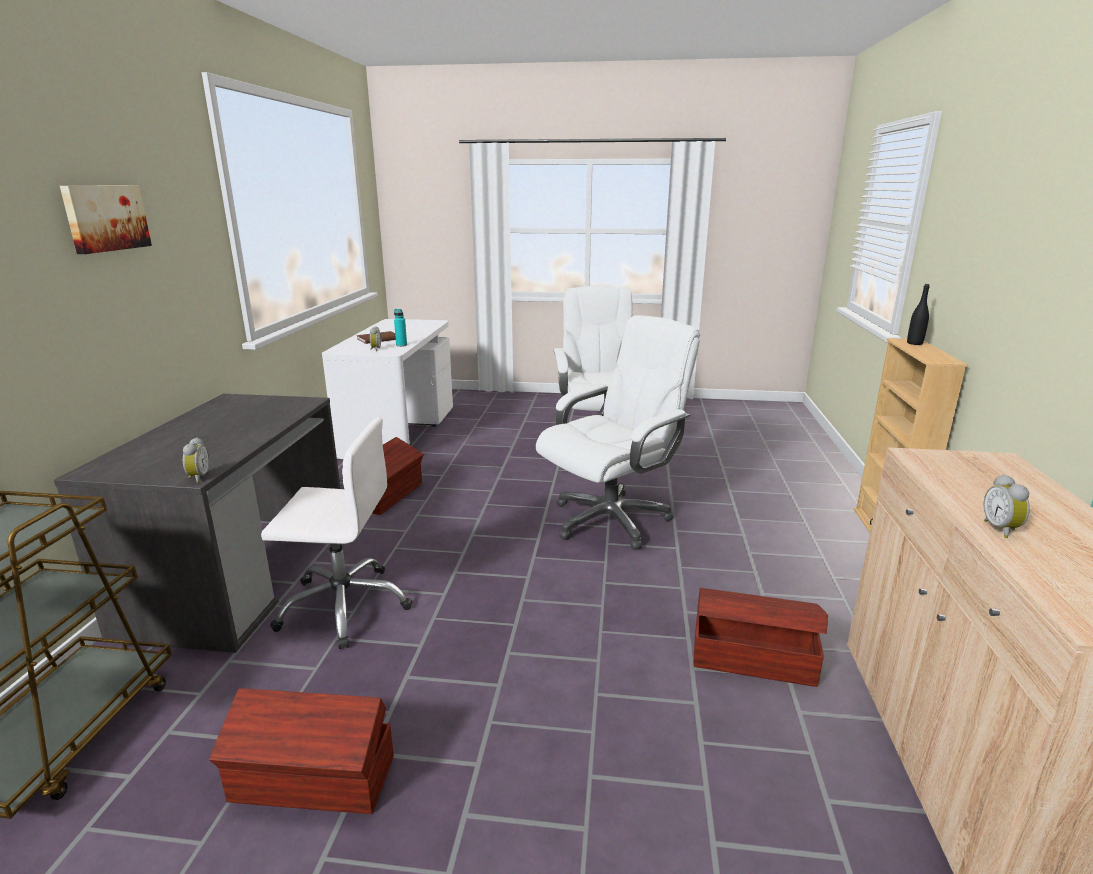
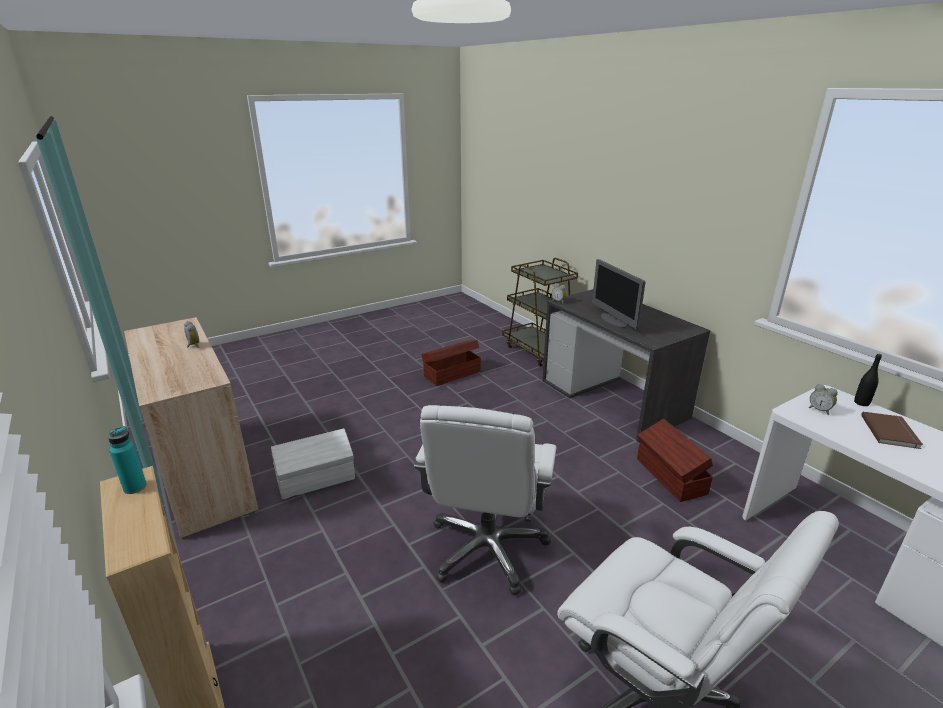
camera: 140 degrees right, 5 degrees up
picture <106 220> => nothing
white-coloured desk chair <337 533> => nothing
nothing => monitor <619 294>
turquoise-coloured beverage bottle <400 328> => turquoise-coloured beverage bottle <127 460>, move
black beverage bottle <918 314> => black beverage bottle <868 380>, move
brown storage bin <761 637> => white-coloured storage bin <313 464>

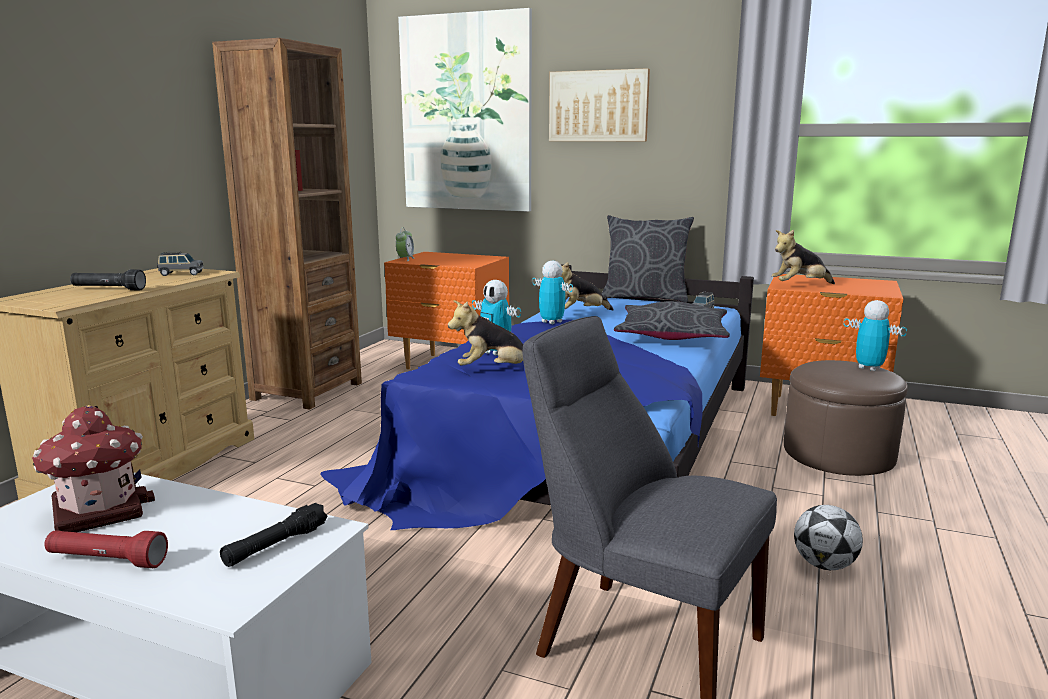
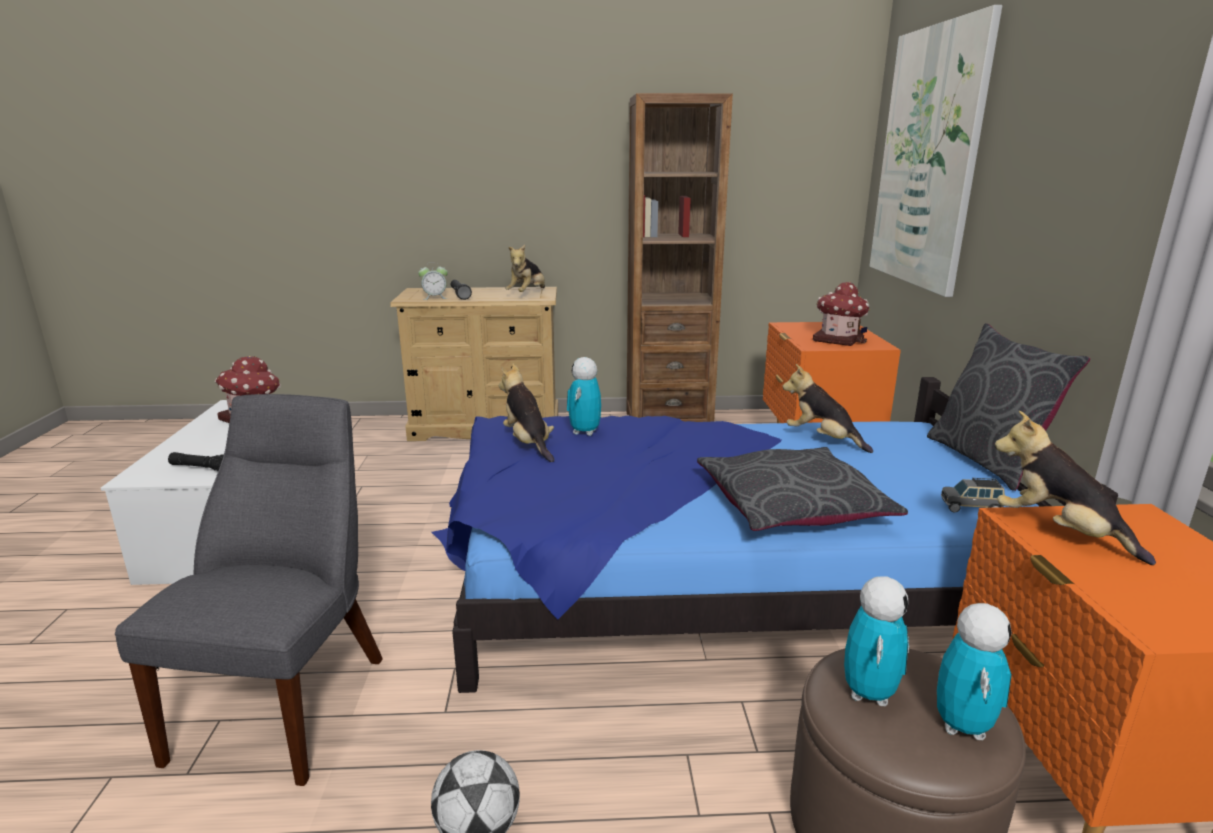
camera: 65 degrees right, 5 degrees up
red-coloured hand torch <106 549> => nothing
picture <599 104> => nothing
nothing => model house <841 314>
alarm clock <405 244> => alarm clock <433 281>, move
model robot <552 292> => model robot <876 641>, move
gray model car <180 264> => soft toy <525 268>

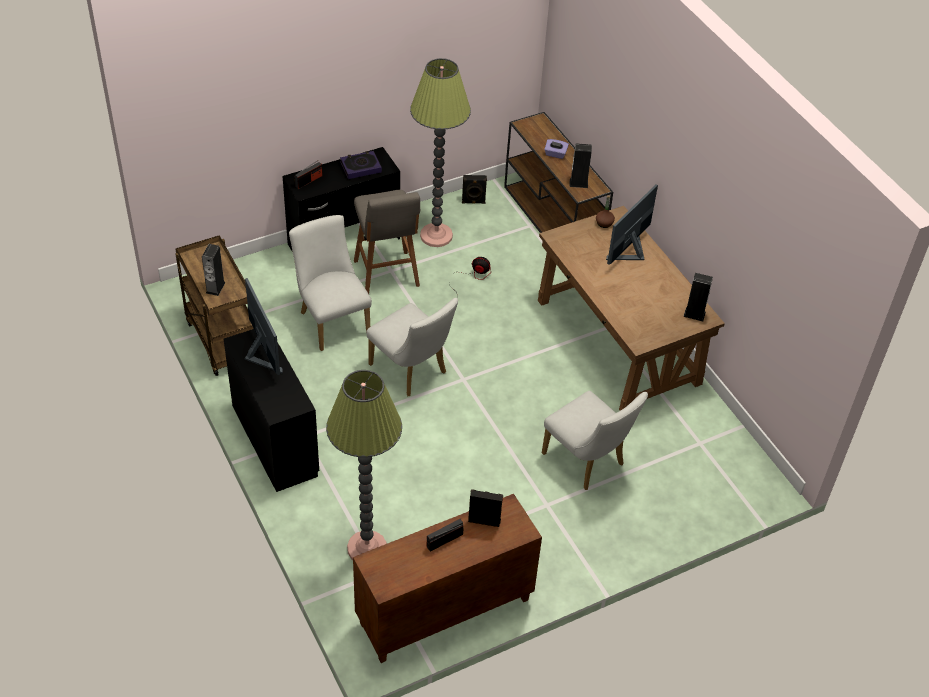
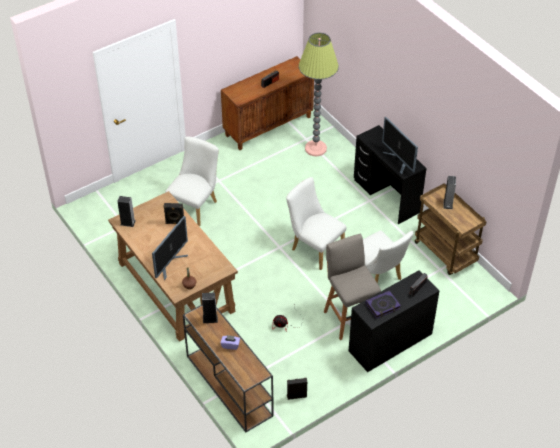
camera: 175 degrees right, 0 degrees up
floor lamp <440 152> => nothing
black audio speaker <485 508> => black audio speaker <174 213>, move
white-coloured upright chair <595 440> => white-coloured upright chair <192 182>, 75 degrees clockwise

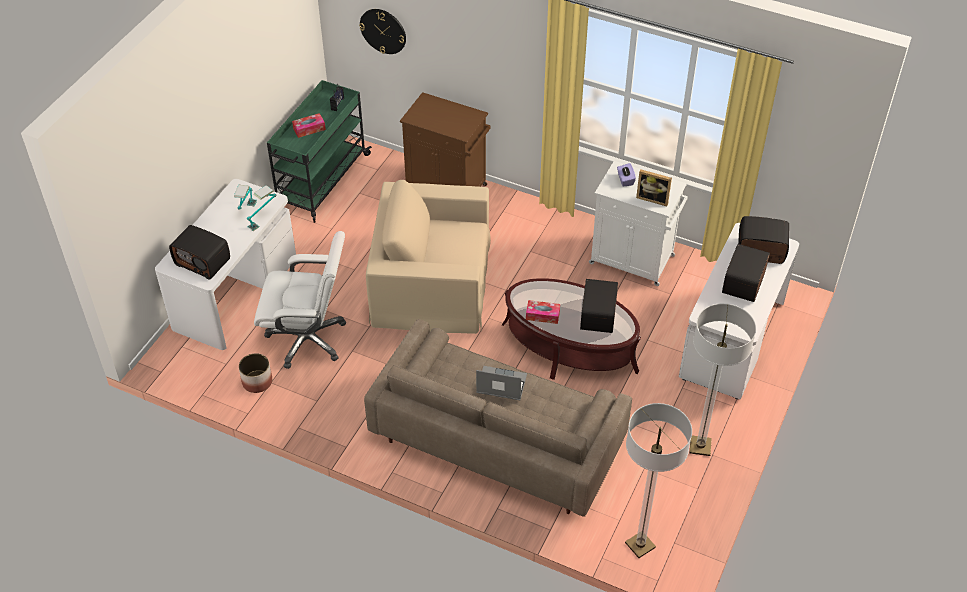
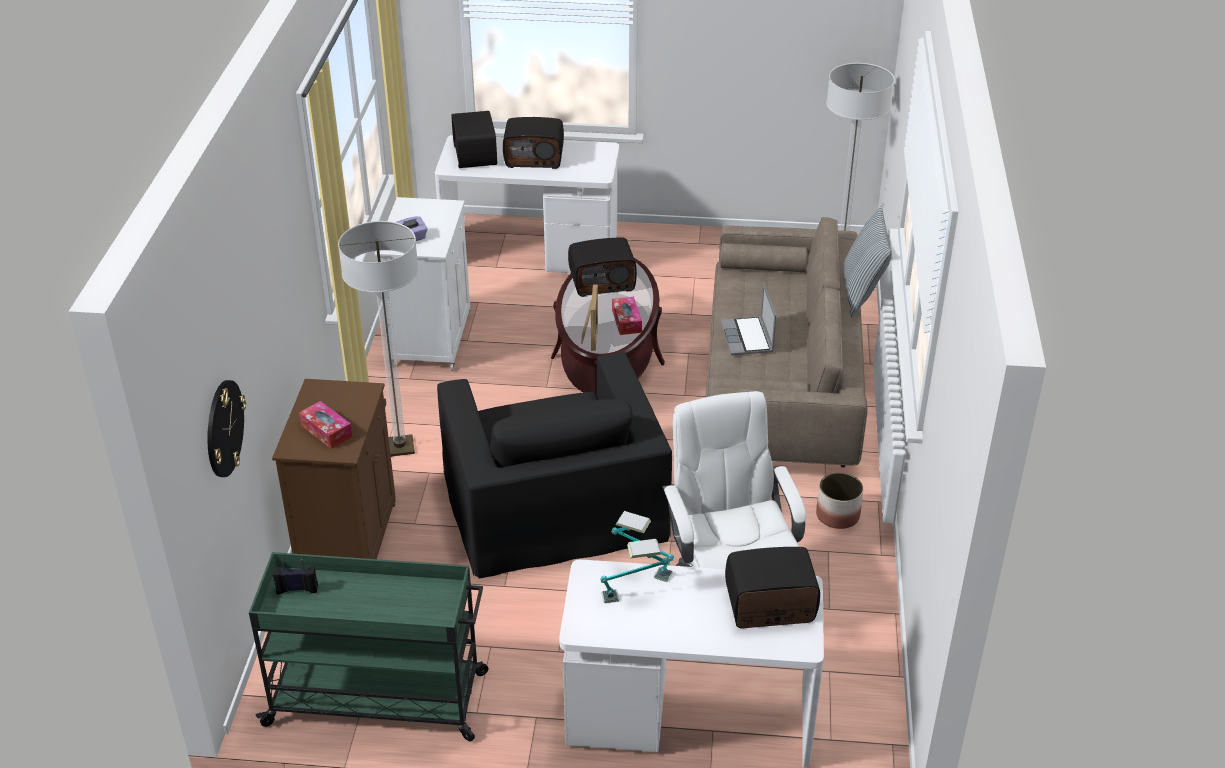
camera: 110 degrees left, 10 degrees down
nothing => cushion <867 261>
plant pot <255 373> => plant pot <839 500>, move
box of tissues <309 125> => box of tissues <325 425>, move
standing frame <654 187> => standing frame <589 317>, move
floor lamp <723 379> => floor lamp <378 339>, move
sand-coloured easy chair <428 257> => black easy chair <554 465>
radio <199 252> => radio <772 588>, 105 degrees counterclockwise

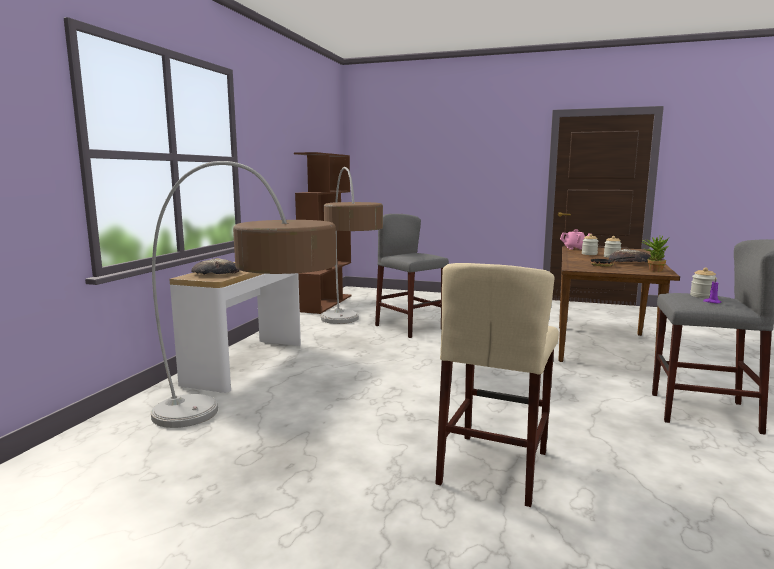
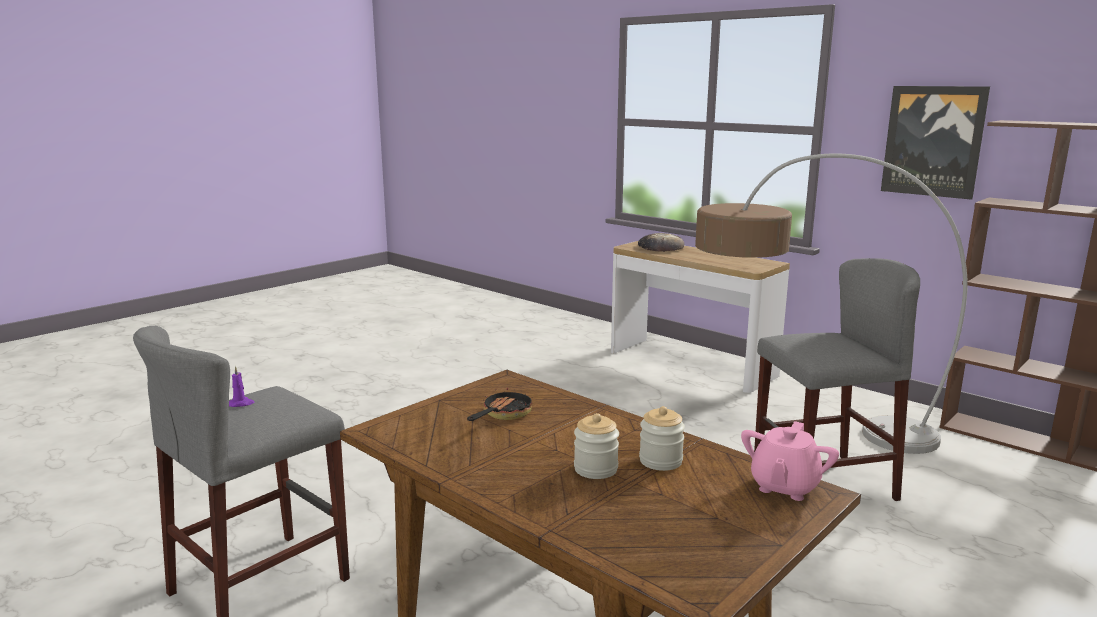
camera: 115 degrees right, 5 degrees up
floor lamp <243 294> => nothing
sand-coloured stool <497 385> => nothing
baked bread <630 256> => nothing
plant in a pot <655 254> => nothing
jar <703 282> => nothing
nothing => picture <935 143>

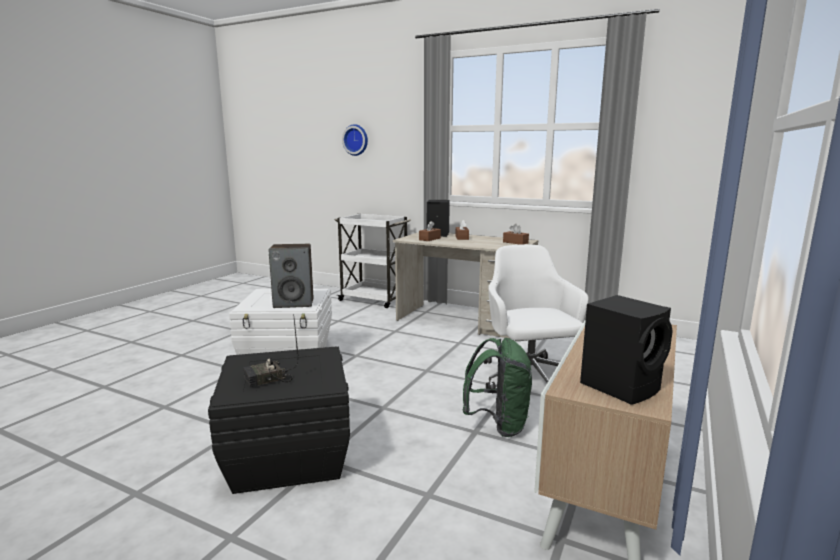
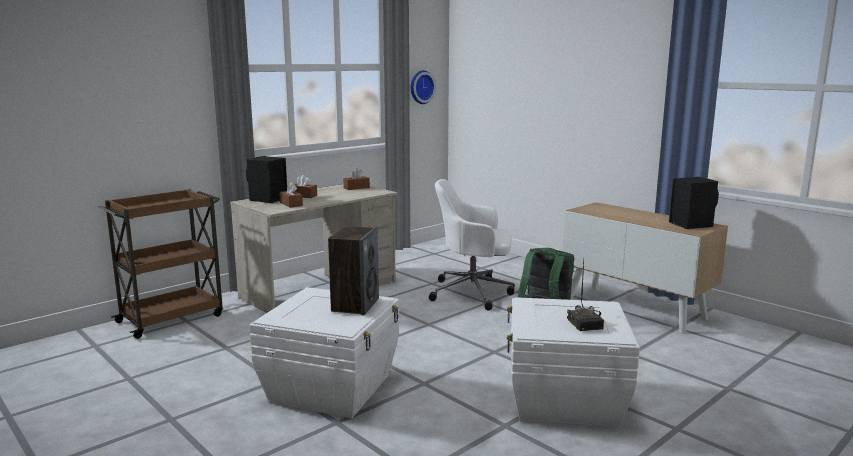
camera: 70 degrees left, 0 degrees up
wall clock <355 140> => wall clock <423 87>, move
black storage bin <279 420> => white-coloured storage bin <573 362>
white-coloured wheeled cart <373 261> => brown wheeled cart <160 264>

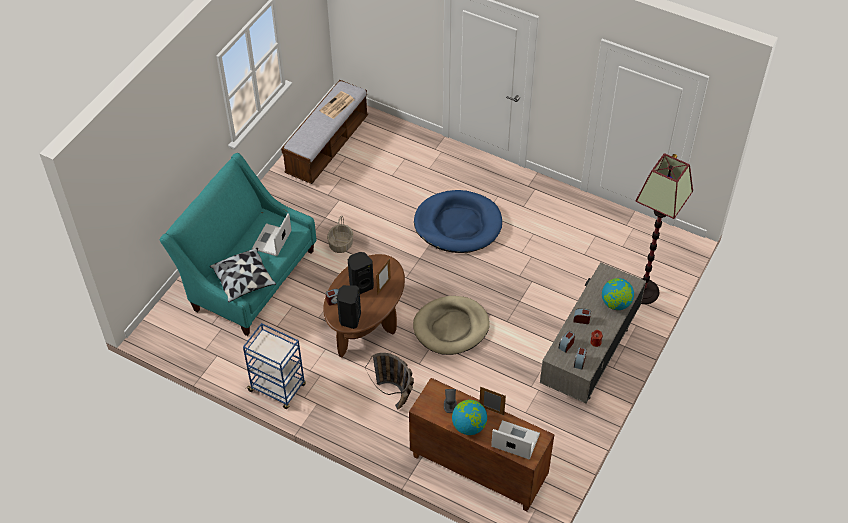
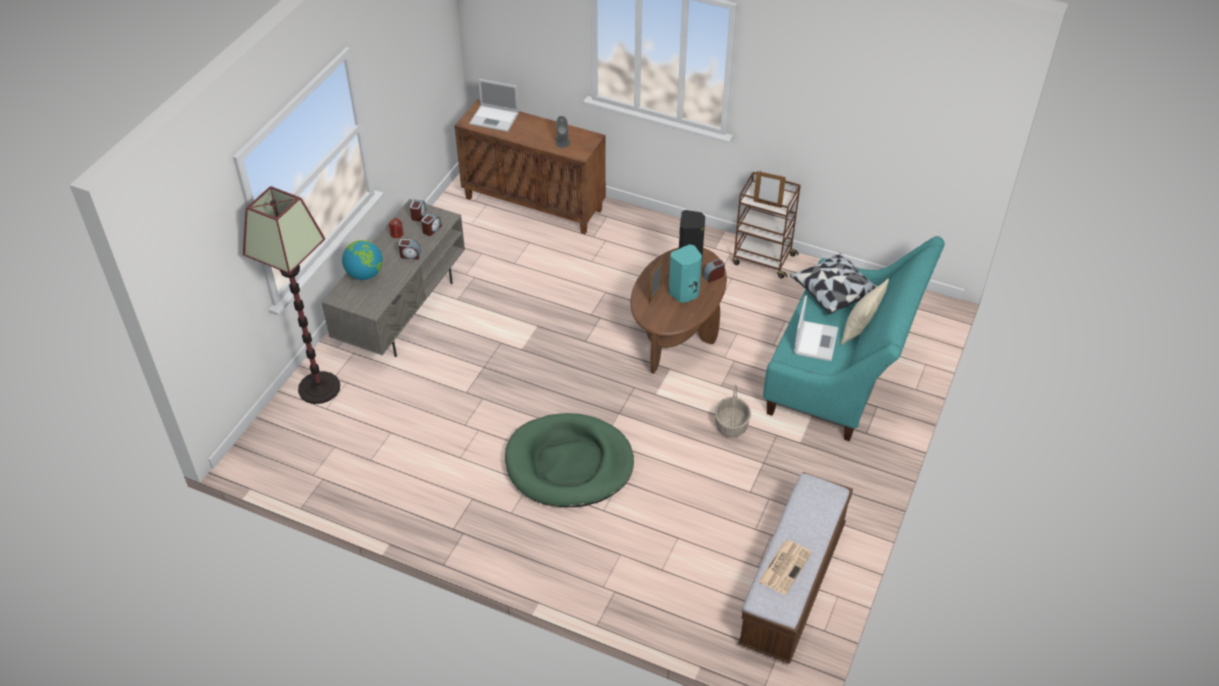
camera: 175 degrees right, 5 degrees down
household basket <389 381> => nothing
sand-coloured dog bed <451 325> => nothing
desk globe <469 417> => nothing
nothing => sand-coloured cushion <865 311>
standing frame <492 401> => standing frame <769 189>, move
blue-coloured wheeled cart <274 366> => brown wheeled cart <766 225>
black audio speaker <361 273> => turquoise-coloured audio speaker <685 273>
blue-coloured dog bed <458 221> => green dog bed <569 460>

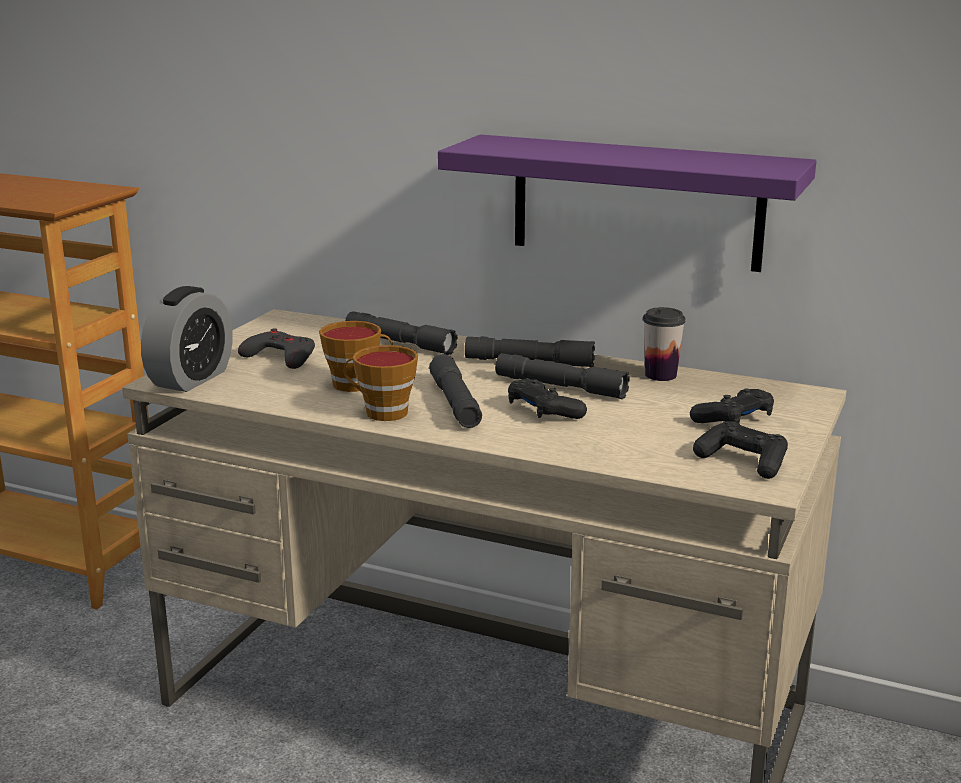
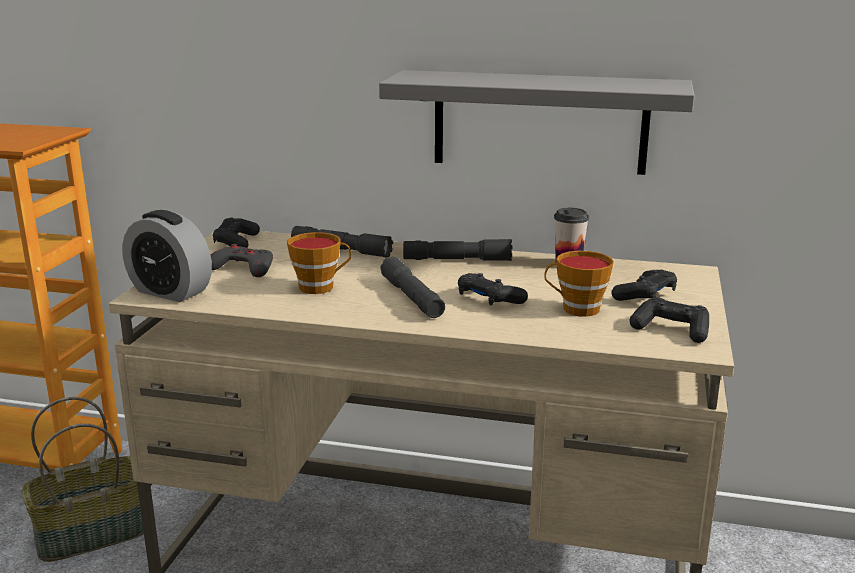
camera: 10 degrees left, 0 degrees up
gray hand torch <562 376> => nothing
nothing => household basket <83 479>
nothing => black joypad <236 233>
drinking cup <381 383> => drinking cup <579 284>, move
purplish bracket shelf <627 203> => gray bracket shelf <536 122>
alarm clock <187 339> => alarm clock <167 256>, 105 degrees clockwise

